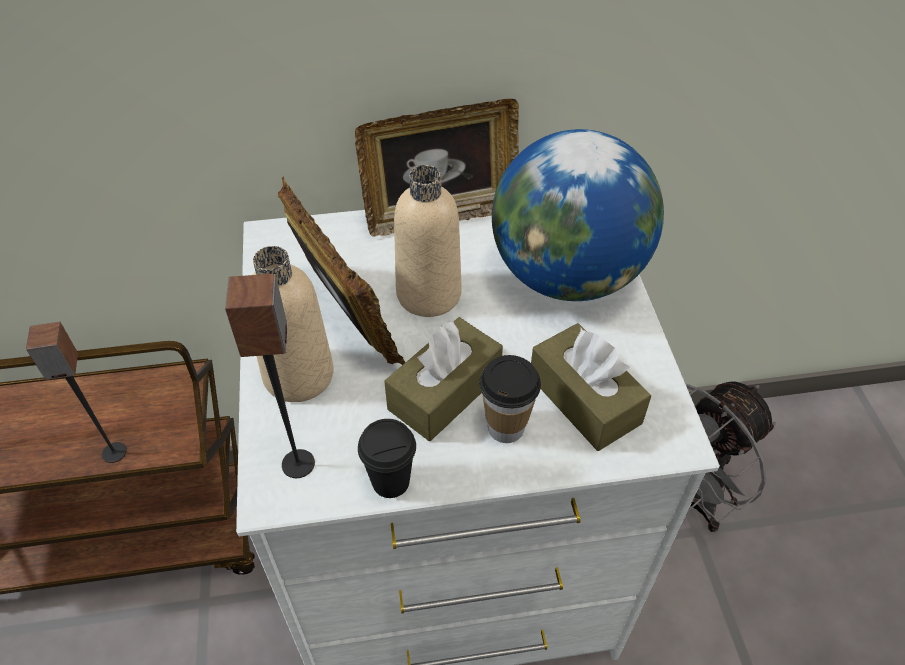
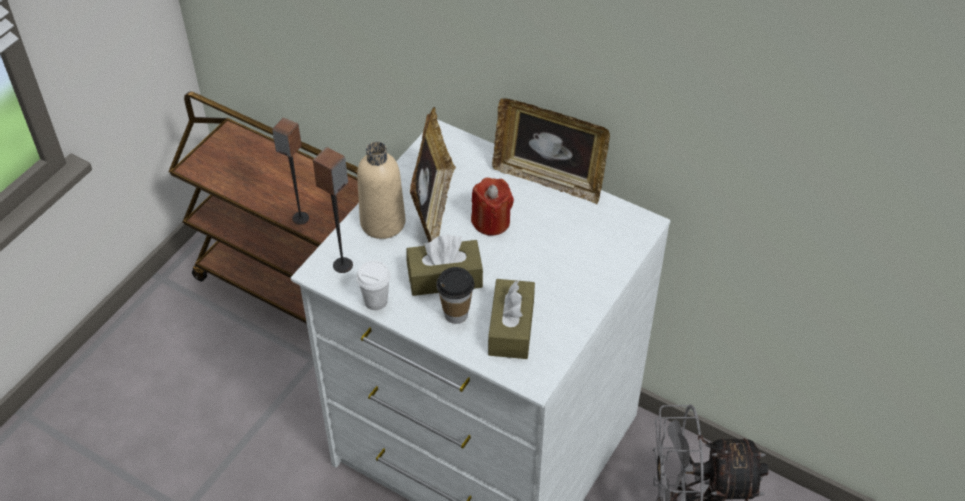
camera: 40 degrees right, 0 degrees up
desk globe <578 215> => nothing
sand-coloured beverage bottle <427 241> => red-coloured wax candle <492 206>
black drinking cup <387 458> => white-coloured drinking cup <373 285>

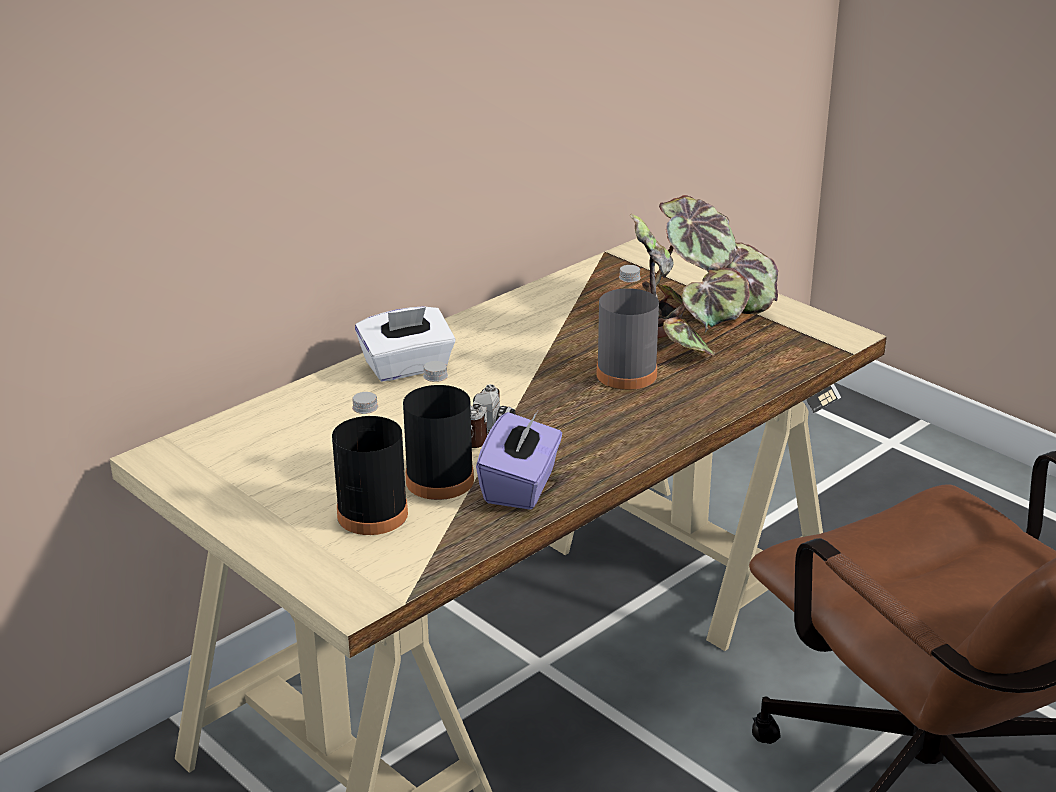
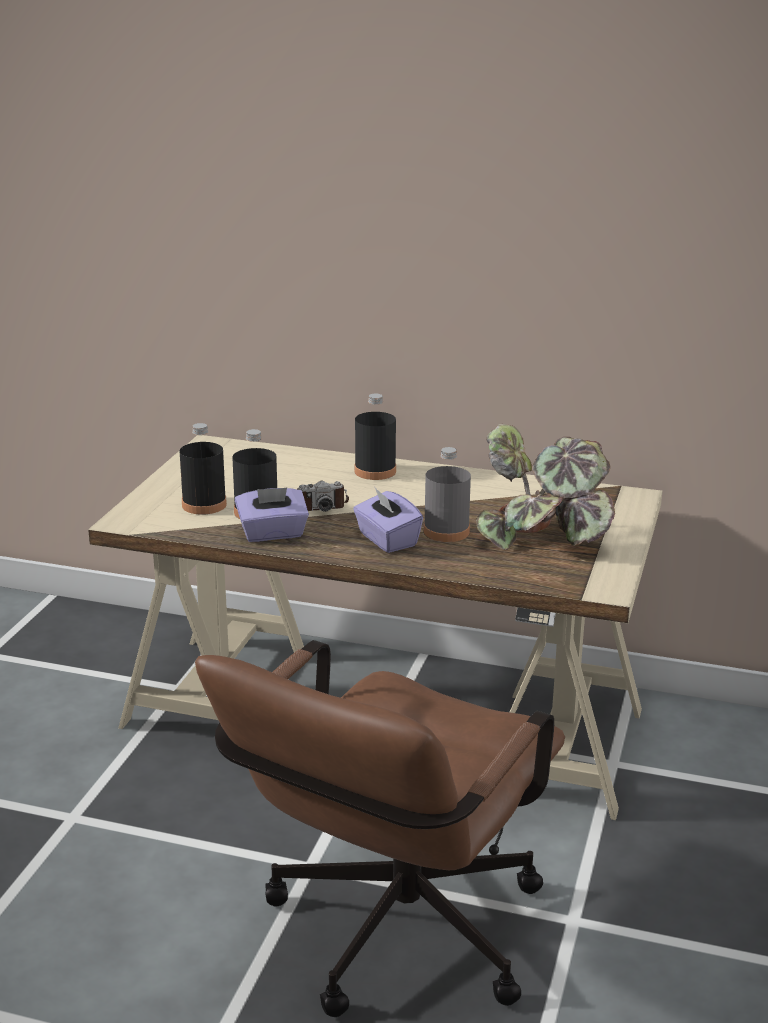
camera: 60 degrees right, 5 degrees down
nothing => purplish box of tissues <388 520>
white-coloured box of tissues <405 344> => black beverage bottle <375 437>

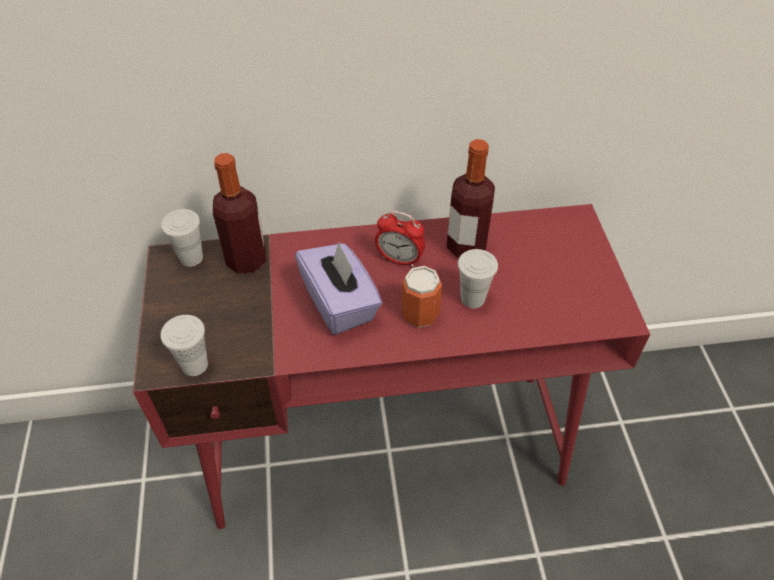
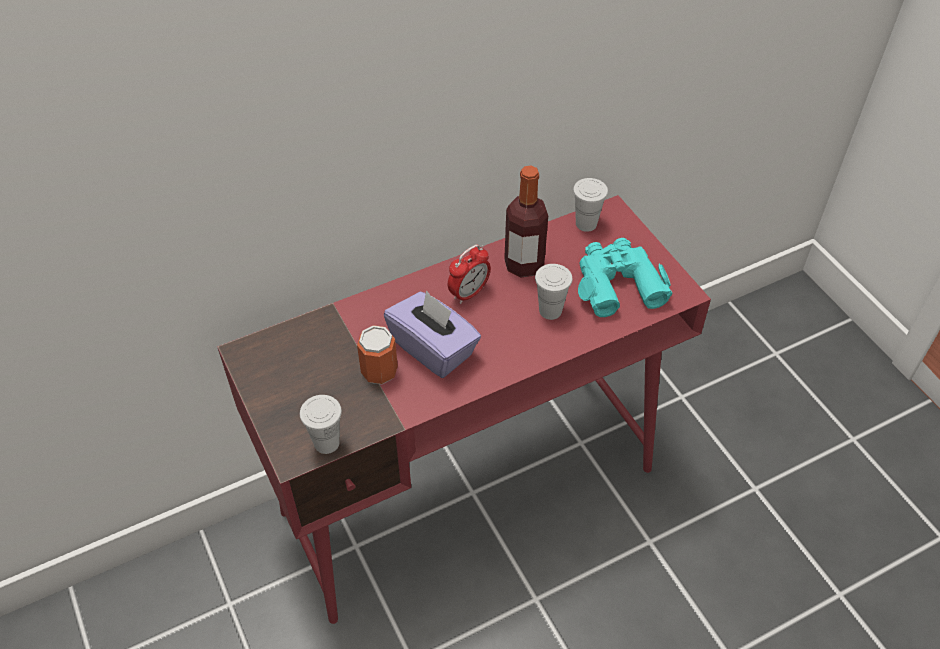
camera: 20 degrees left, 0 degrees up
beverage bottle <239 213> => nothing
nothing => turquoise-coloured binoculars <625 277>
white-coloured drinking cup <182 238> => white-coloured drinking cup <590 205>, move
can <422 297> => can <377 355>, move
alarm clock <400 239> => alarm clock <469 274>, 45 degrees counterclockwise

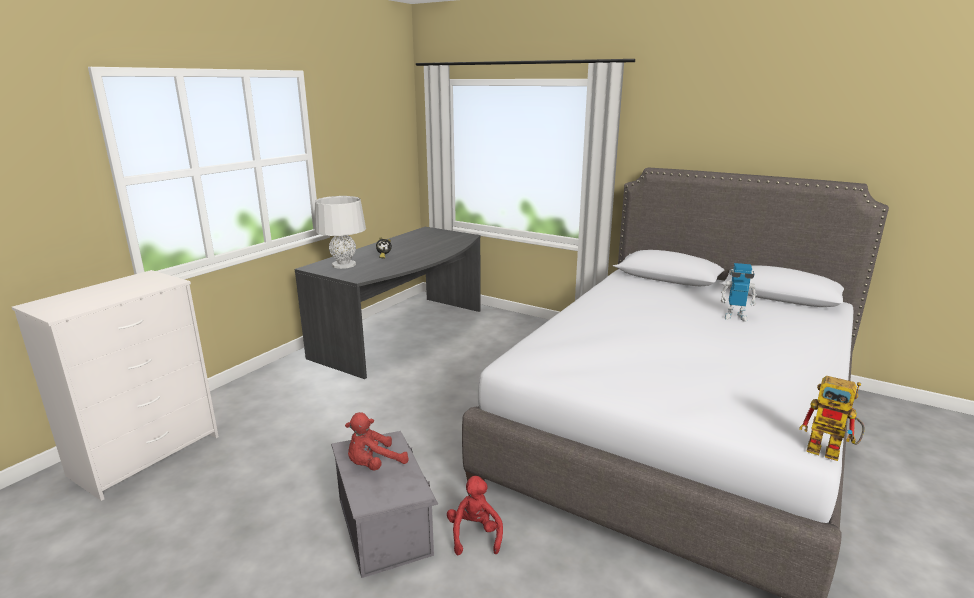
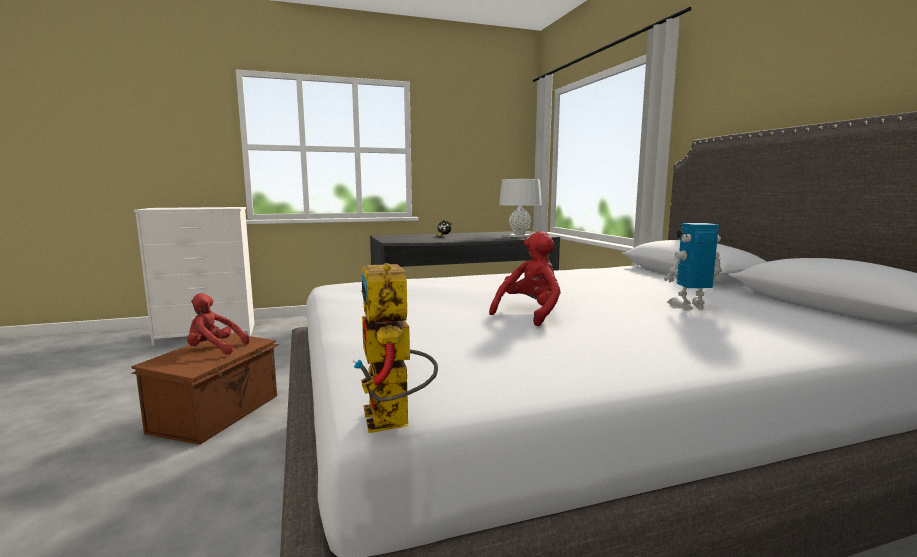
camera: 40 degrees right, 10 degrees down
gray table lamp <340 232> => gray table lamp <520 208>, move
red-coloured soft toy <475 515> => red-coloured soft toy <525 278>, move
gray storage bin <384 504> => brown storage bin <205 389>
model robot <739 292> => model robot <693 266>, 120 degrees clockwise

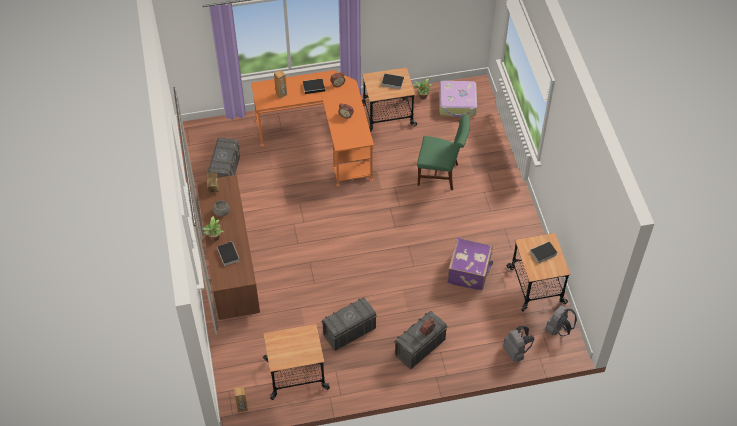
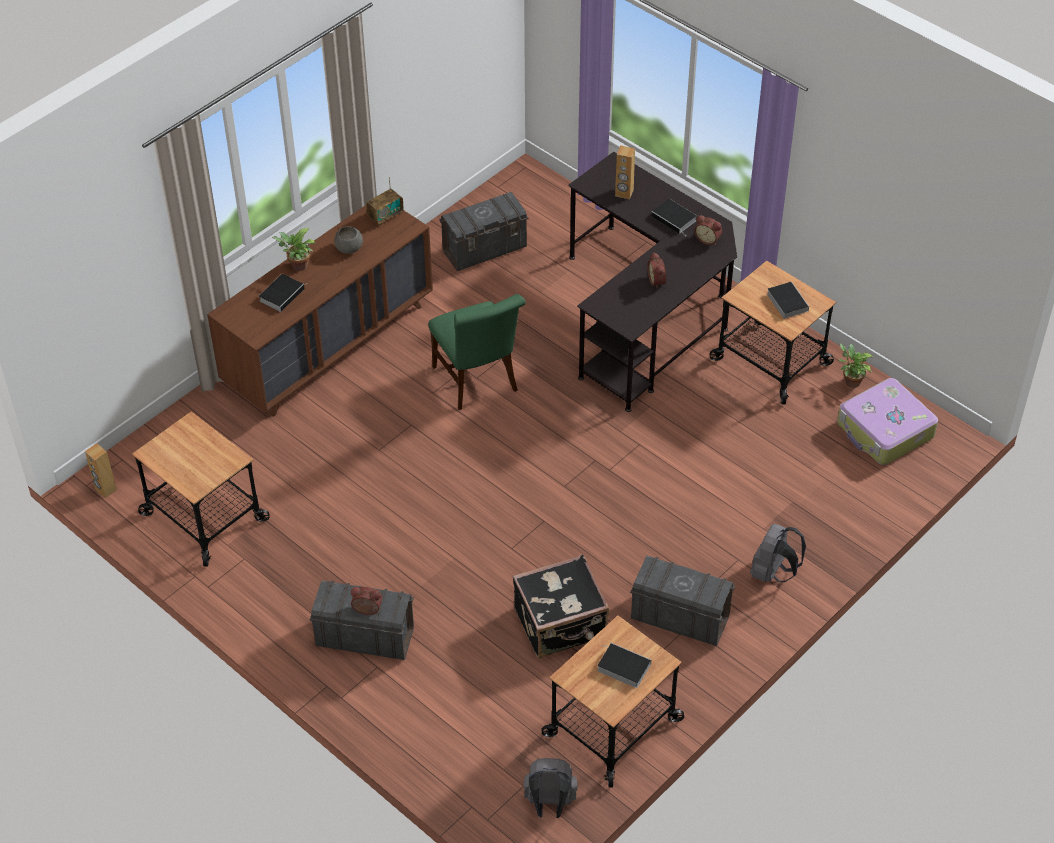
camera: 55 degrees right, 5 degrees down
gray storage bin <349 324> => gray storage bin <682 601>, move
green upright chair <443 153> => green upright chair <477 352>, move
gray backpack <518 344> => gray backpack <778 553>, move
orangey desk table <312 128> => black desk table <652 282>
purplish suitcase <470 264> => black suitcase <561 606>

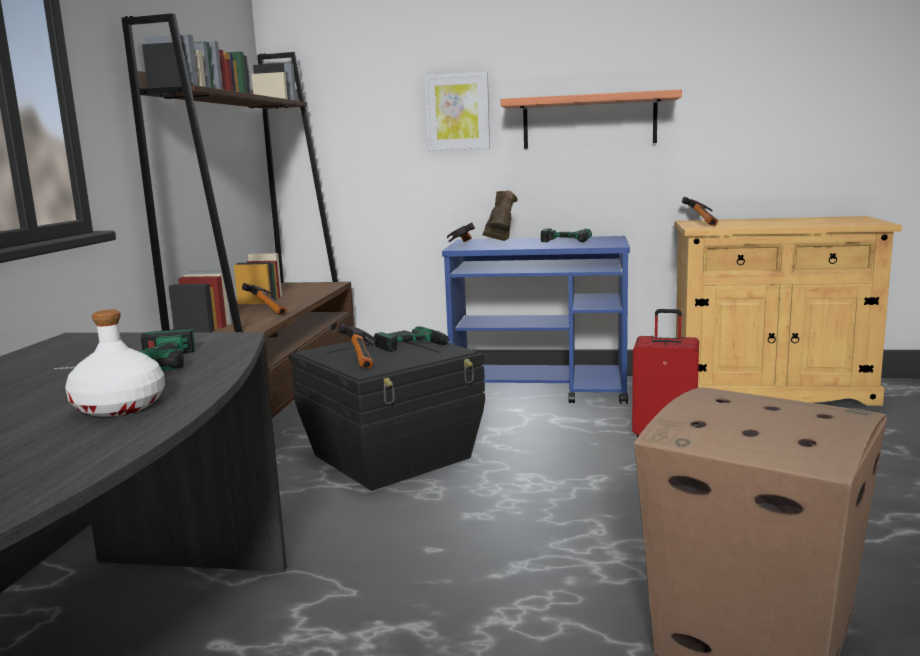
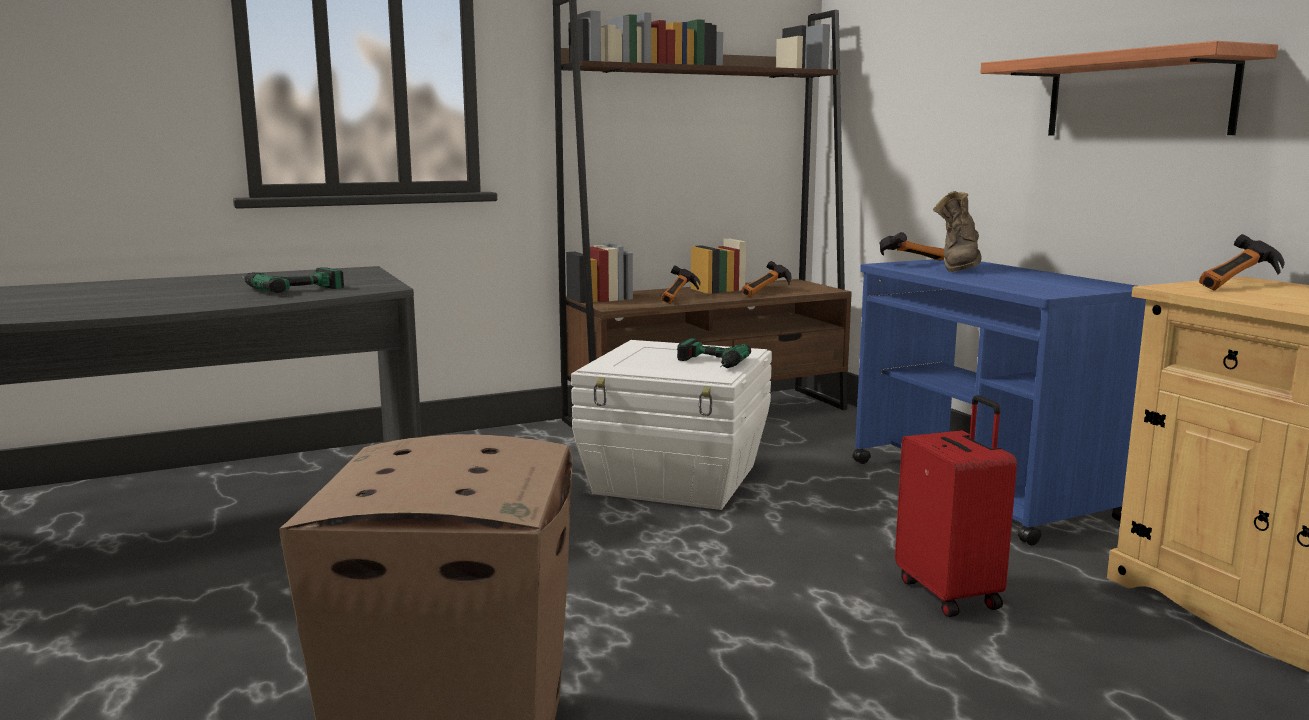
camera: 55 degrees right, 0 degrees up
white-coloured beverage bottle <115 363> => nothing
picture <457 111> => nothing
power drill <566 235> => nothing
tool hammer <357 346> => tool hammer <766 279>, move
black storage bin <387 410> => white-coloured storage bin <671 425>
brown high-top boot <500 215> => brown high-top boot <957 231>, 150 degrees clockwise

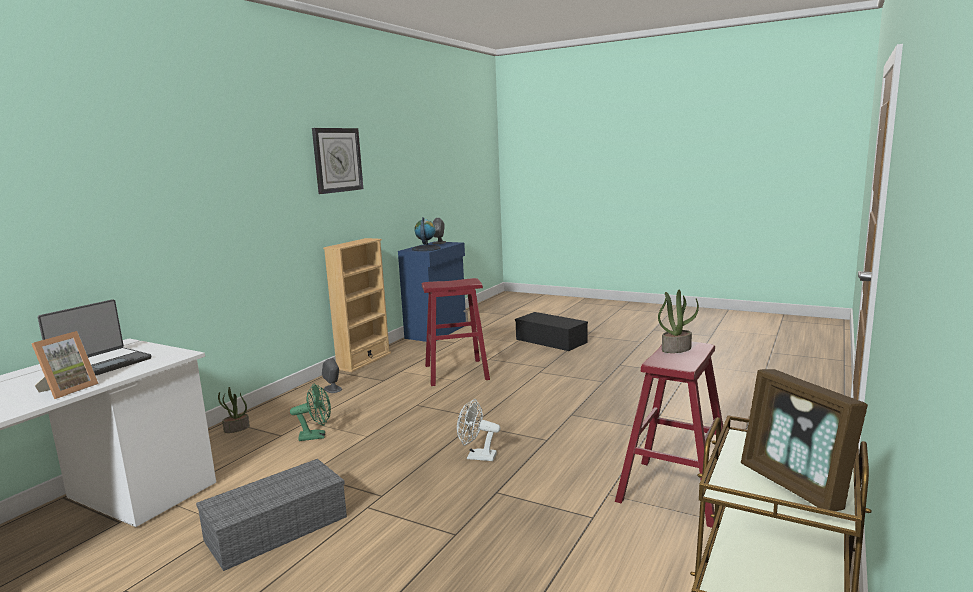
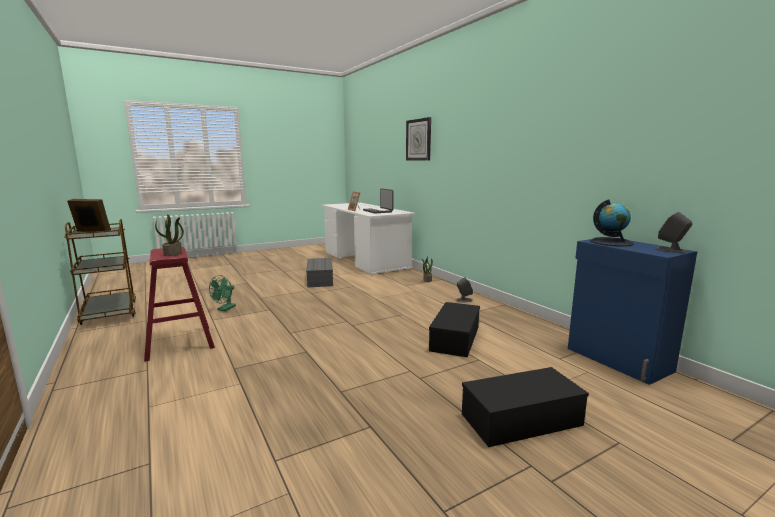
camera: 120 degrees right, 0 degrees up
sand-coloured shelving unit <357 305> => nothing
white-coloured electric fan <478 430> => nothing
green electric fan <310 412> => green electric fan <222 293>, move
wall clock <337 161> => wall clock <418 139>, move
red-coloured stool <456 332> => black storage bin <454 329>

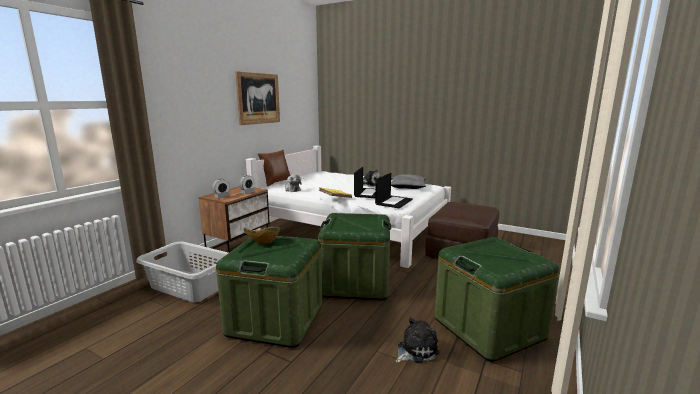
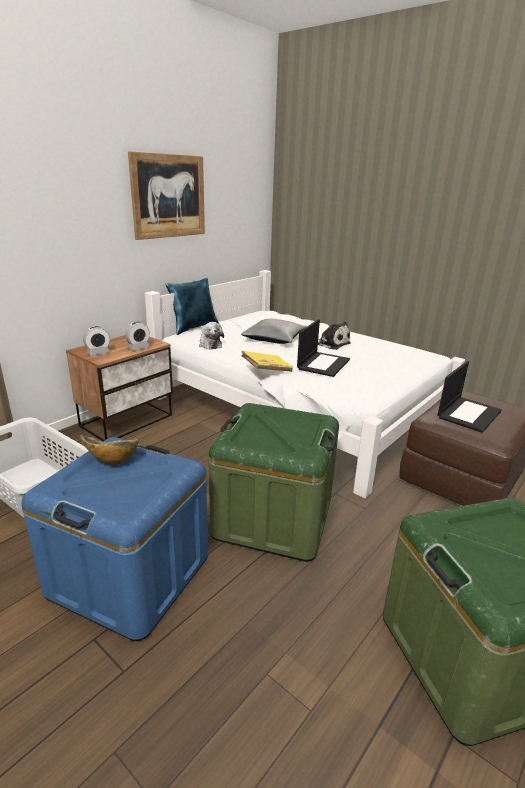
camera: 10 degrees right, 10 degrees up
soft toy <418 340> => nothing
notebook computer <394 190> => notebook computer <470 397>, move
gray cushion <408 181> => gray cushion <274 331>, move
green storage bin <269 292> => blue-coloured storage bin <114 539>
brown cushion <274 168> => blue-coloured cushion <192 306>

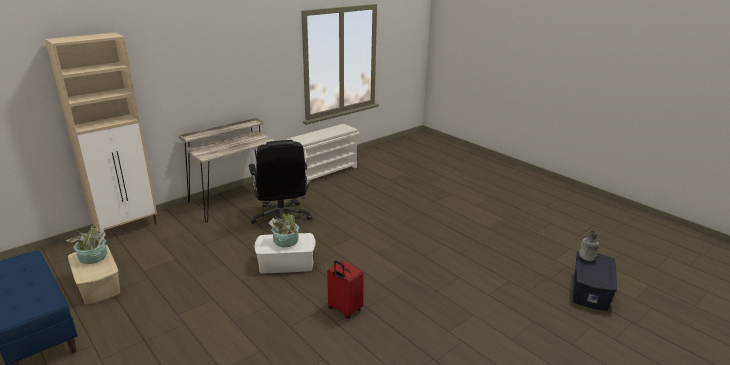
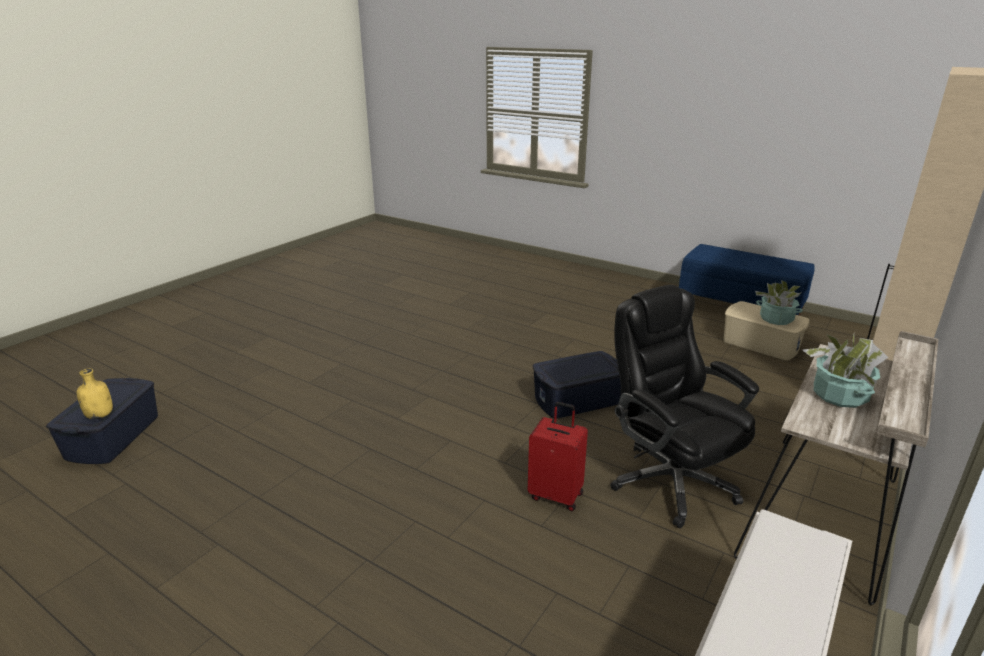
camera: 165 degrees right, 0 degrees up
plant in a pot <284 230> => plant in a pot <845 371>, move
red-coloured suitcase <345 289> => red-coloured suitcase <558 456>, move
white-coloured storage bin <285 253> => blue-coloured storage bin <577 385>
gray beverage bottle <589 245> => yellow beverage bottle <95 393>

